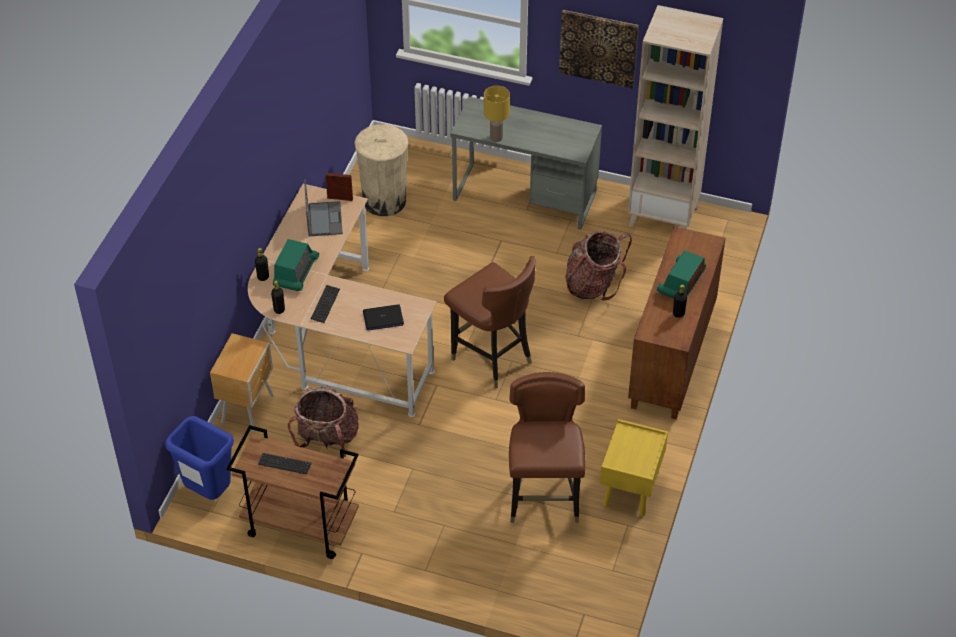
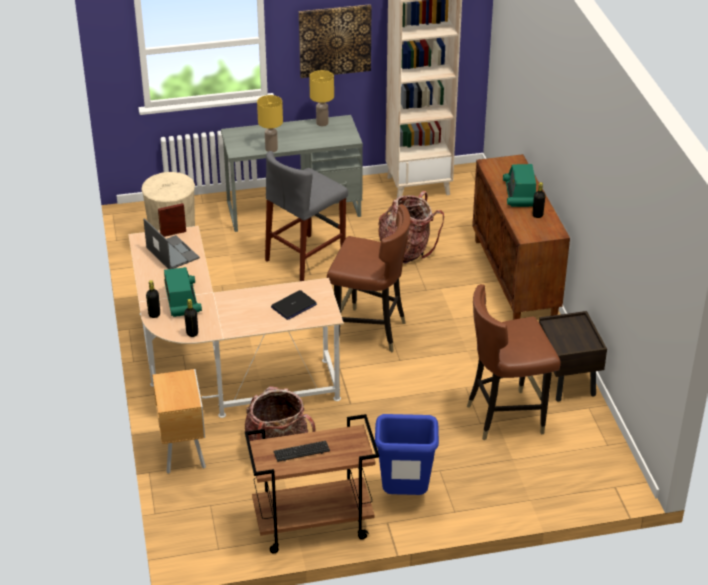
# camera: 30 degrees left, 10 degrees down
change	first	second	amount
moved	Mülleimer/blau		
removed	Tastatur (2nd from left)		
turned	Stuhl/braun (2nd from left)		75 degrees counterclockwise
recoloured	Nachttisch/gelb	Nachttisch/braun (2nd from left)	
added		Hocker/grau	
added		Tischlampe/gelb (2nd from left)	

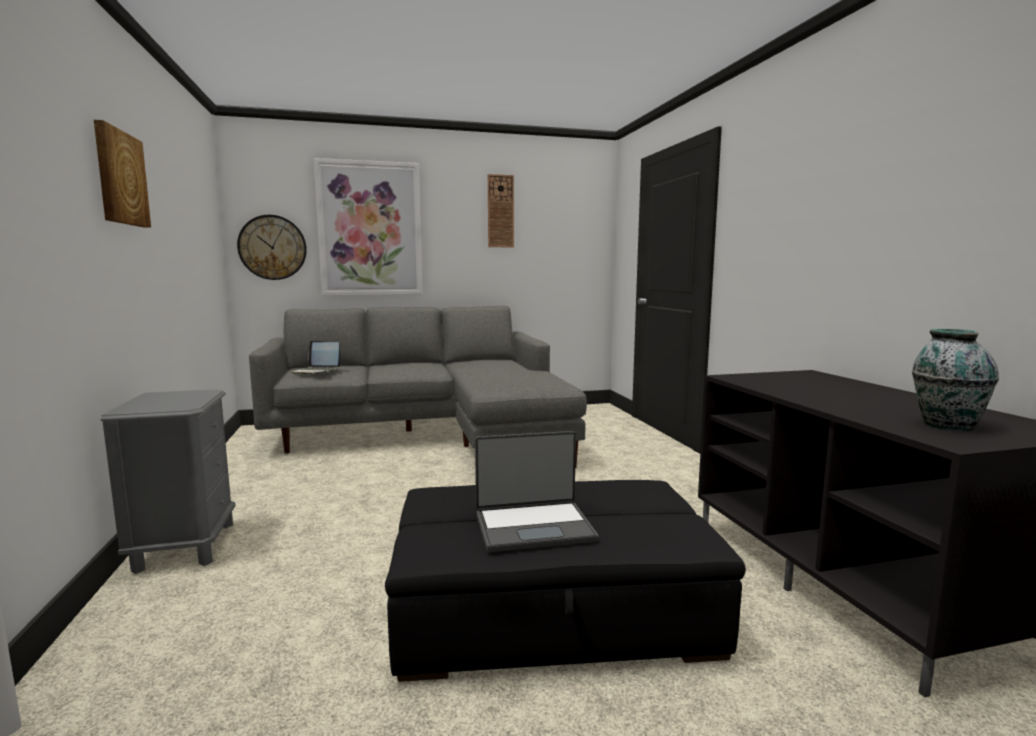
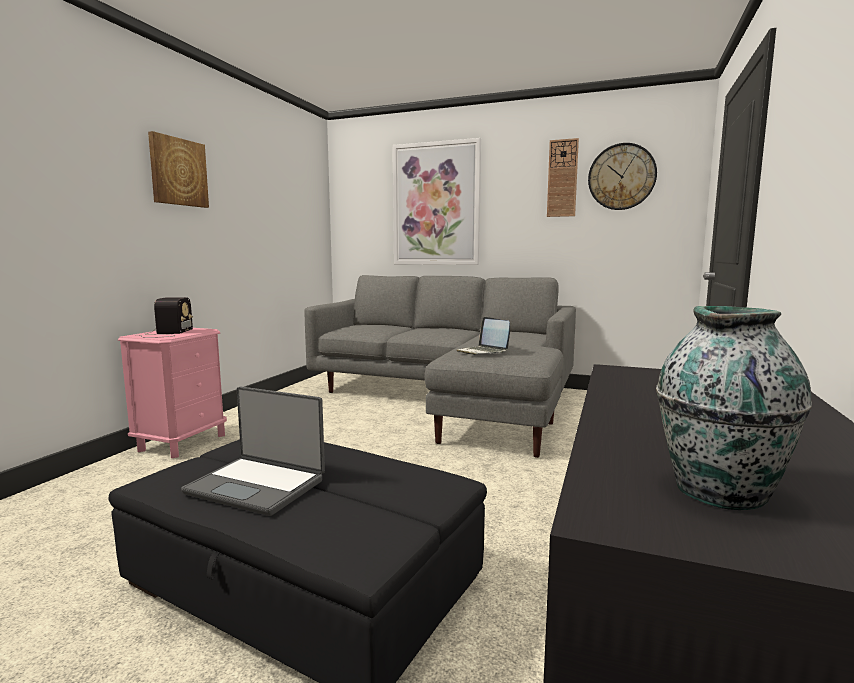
# camera: 35 degrees right, 0 degrees up
change	first	second	amount
recoloured	Nachttisch/grau	Nachttisch/rosa	
moved	Wanduhr (1st from left in the first image)	Wanduhr (2nd from left)	
moved	Laptop (1st from left in the first image)	Laptop (2nd from left)	
added		Radio	

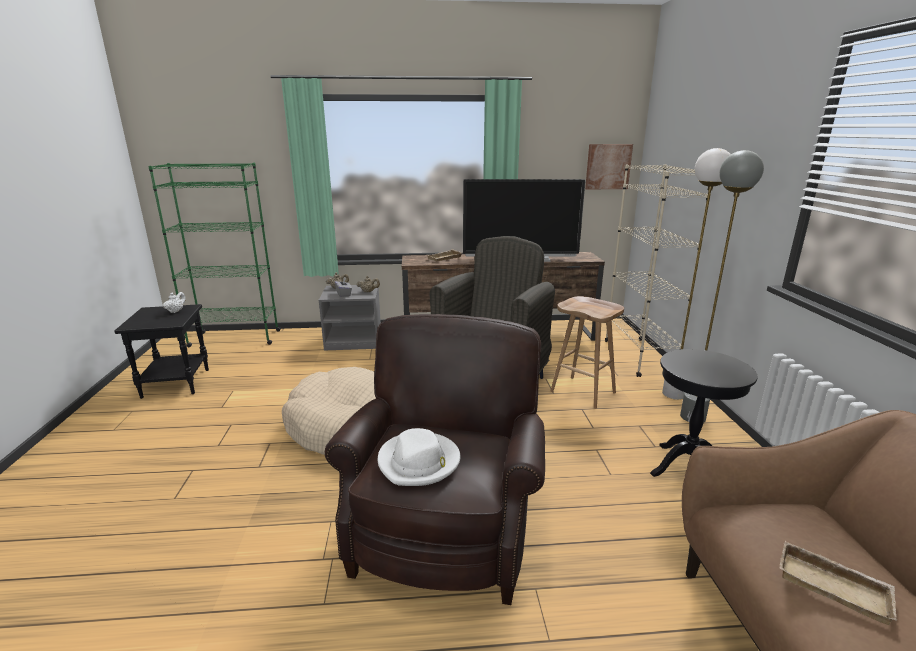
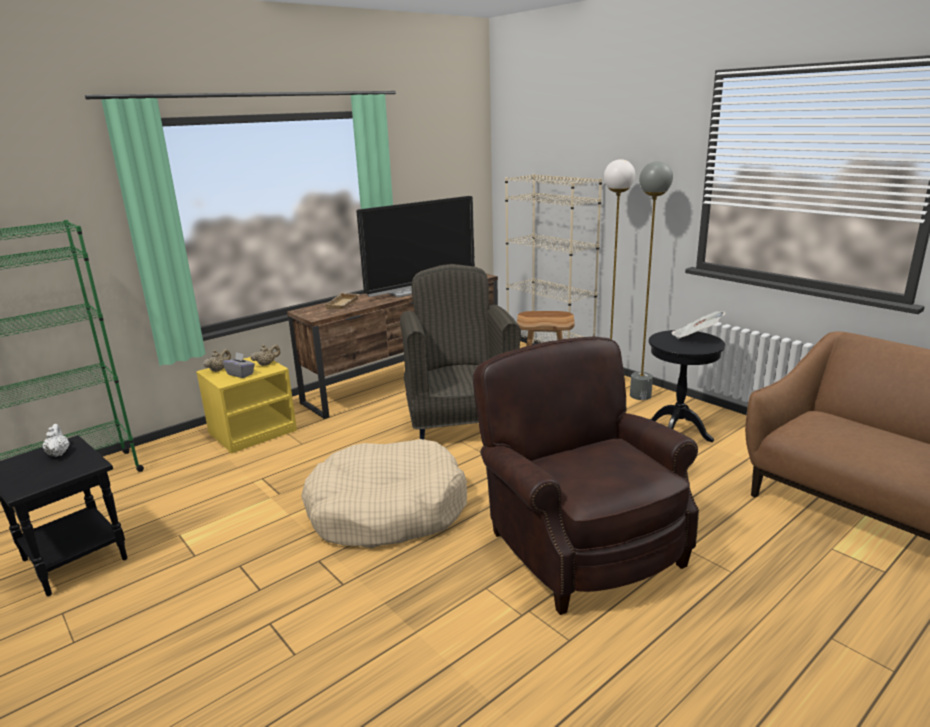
# camera: 35 degrees left, 0 degrees up
change	first	second	amount
recoloured	Nachttisch/grau	Nachttisch/gelb	
removed	Hut/weiß		
removed	Bild		
removed	Tablett/beige (2nd from left)		
added		Zeitung	

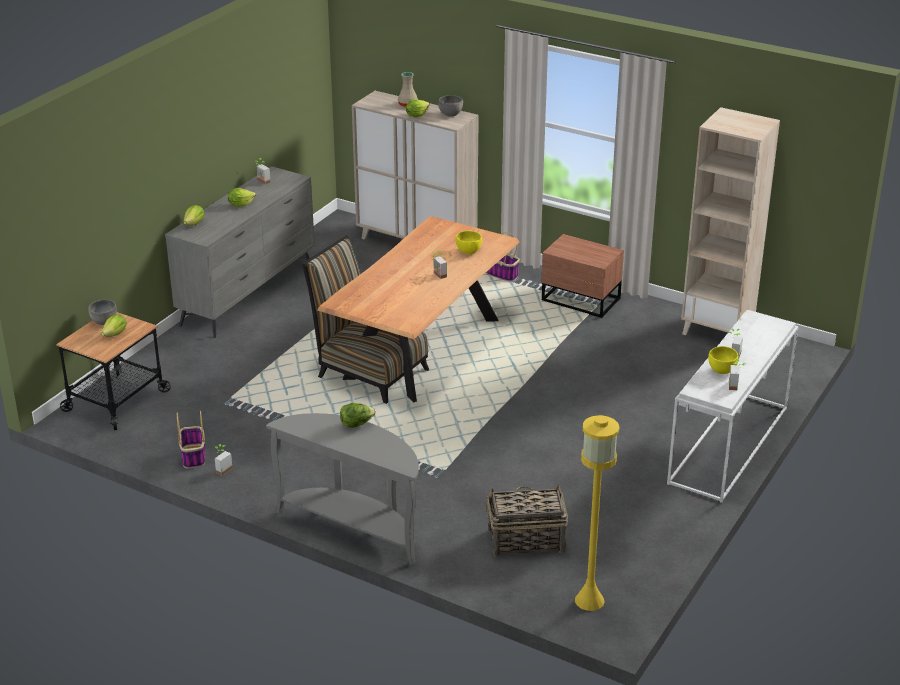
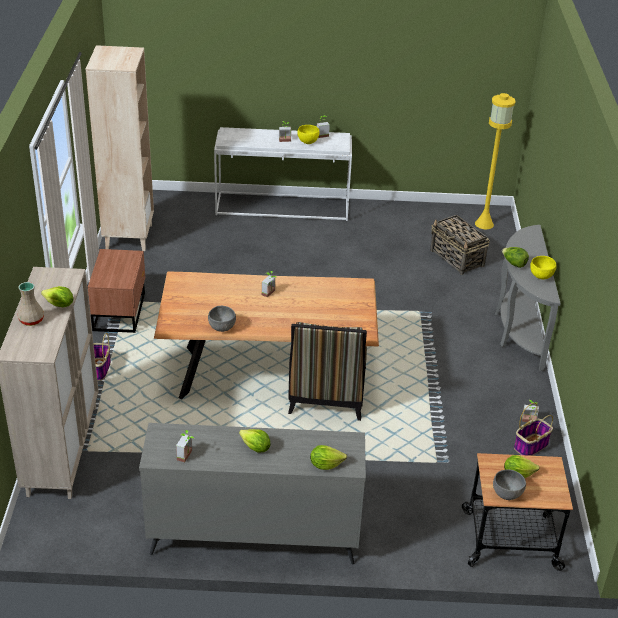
# camera: 120 degrees left, 5 degrees up
change	first	second	amount
moved	Schüssel/grau (2nd from left in the first image)	Schüssel/grau (1st from left)	
moved	Schüssel/gelb (1st from left in the first image)	Schüssel/gelb (2nd from left)	

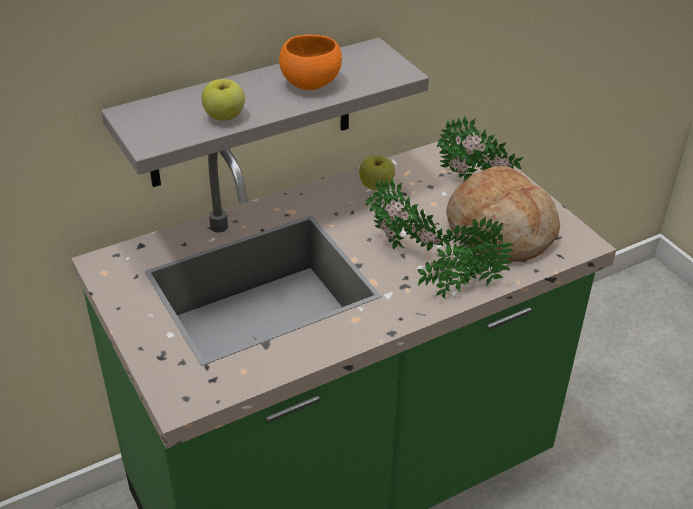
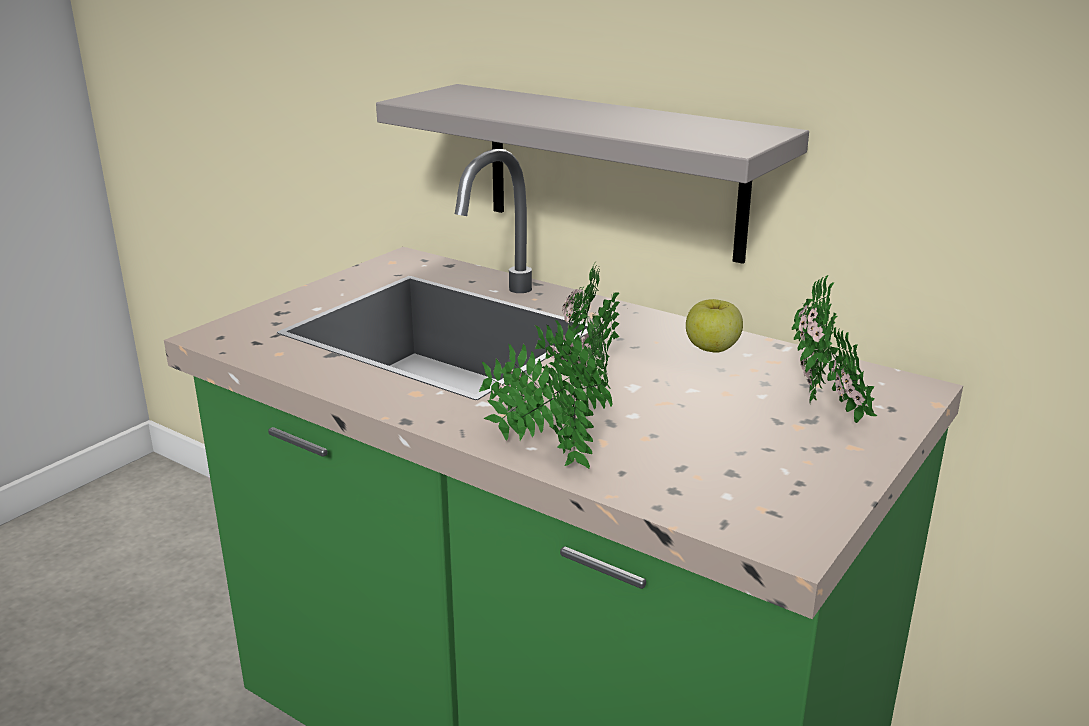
# camera: 65 degrees right, 15 degrees down
change	first	second	amount
removed	Apfel (1st from left)		
removed	Schüssel/orange		
removed	Brot		

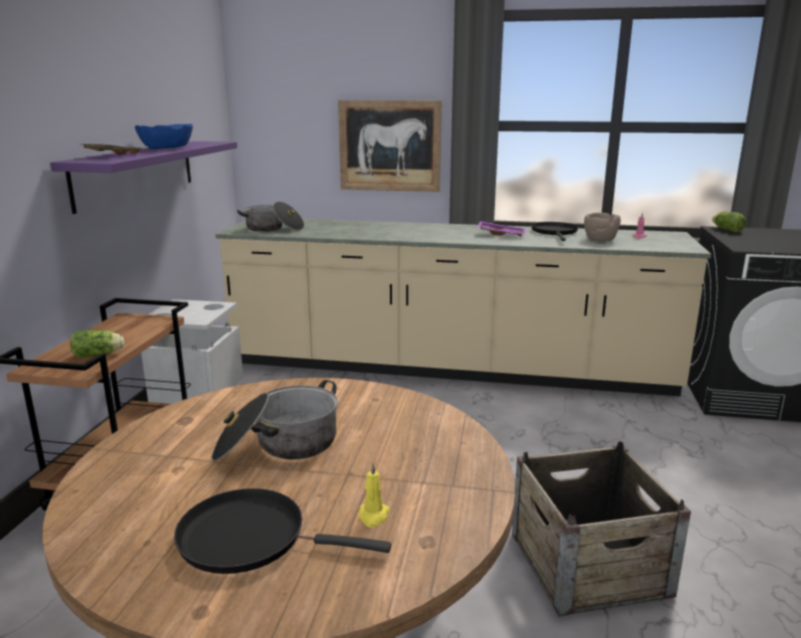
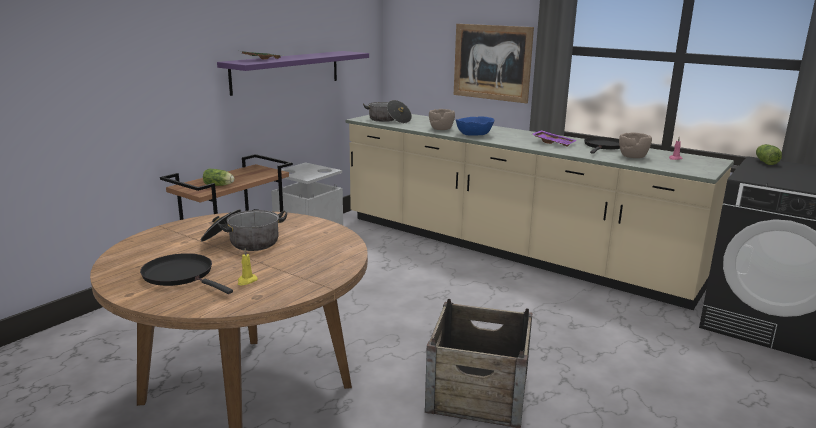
# camera: 25 degrees right, 0 degrees up
change	first	second	amount
moved	Schüssel/blau		
added		Schüssel/braun (1st from left)	

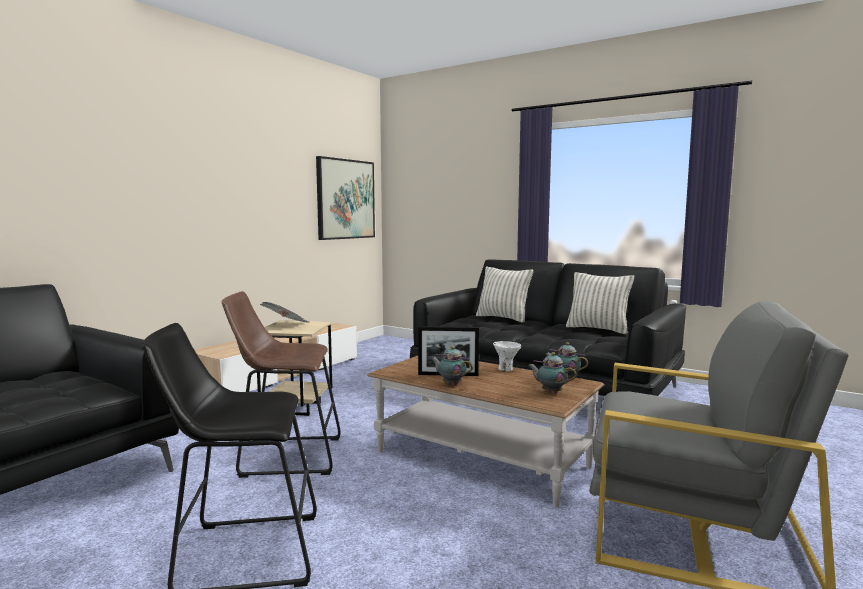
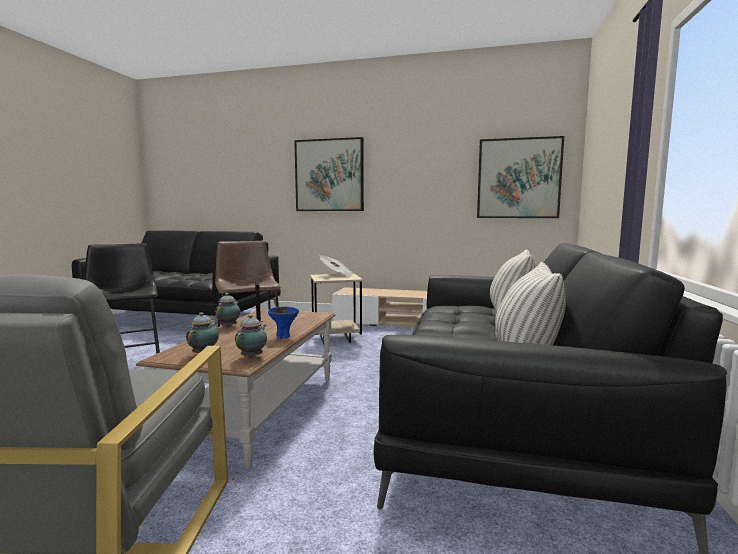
# camera: 70 degrees right, 0 degrees up
change	first	second	amount
recoloured	Schüssel/weiß	Schüssel/blau	
added		Bild (1st from left)	

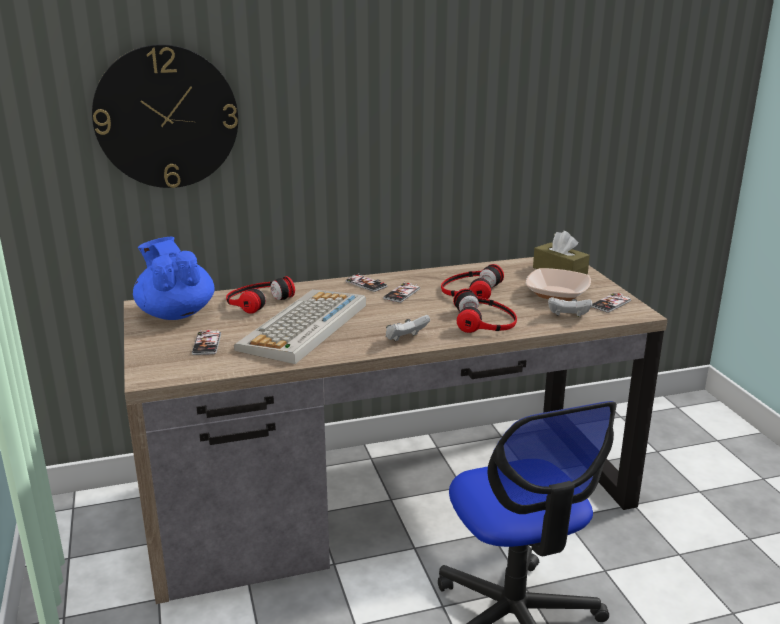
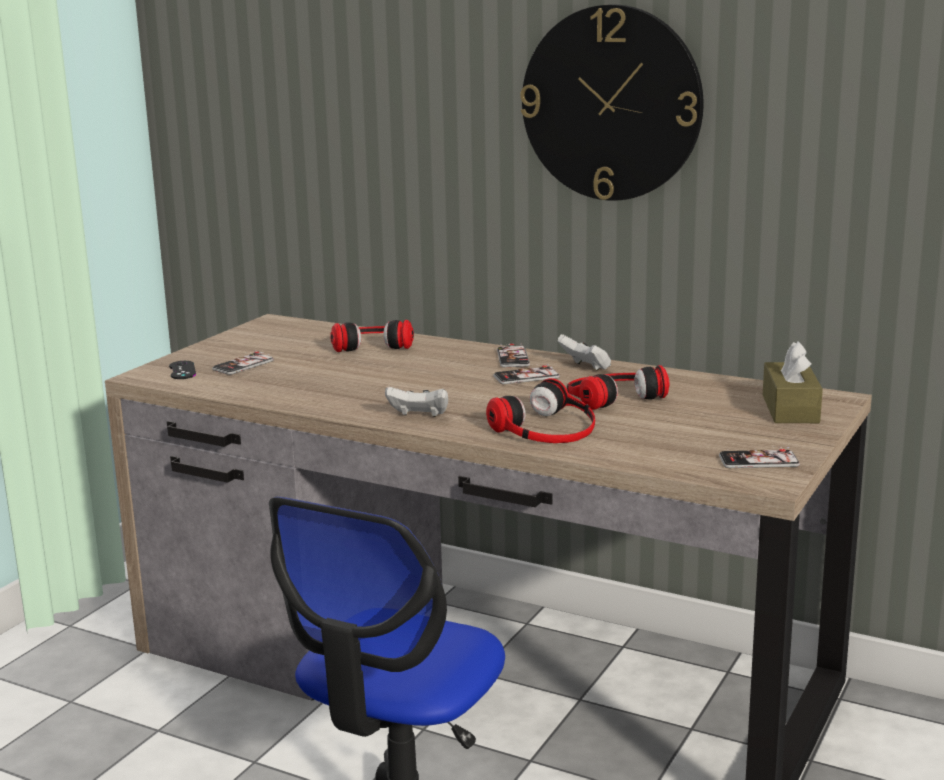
# camera: 45 degrees right, 5 degrees down
change	first	second	amount
moved	Wanduhr		
removed	Teekanne/blau		
removed	Tastatur		
removed	Schüssel		
moved	Gamepad/weiß (2nd from left)		
added		Gamepad/schwarz	

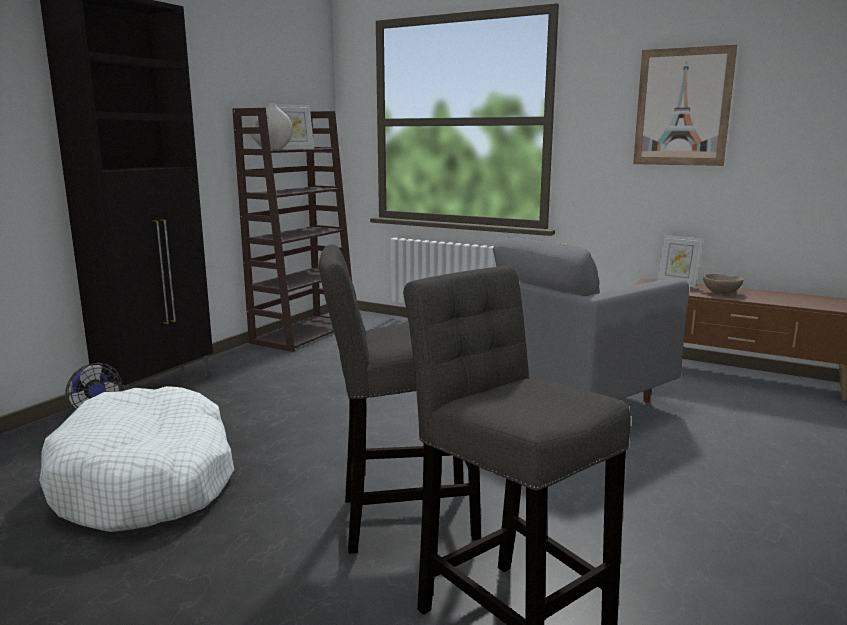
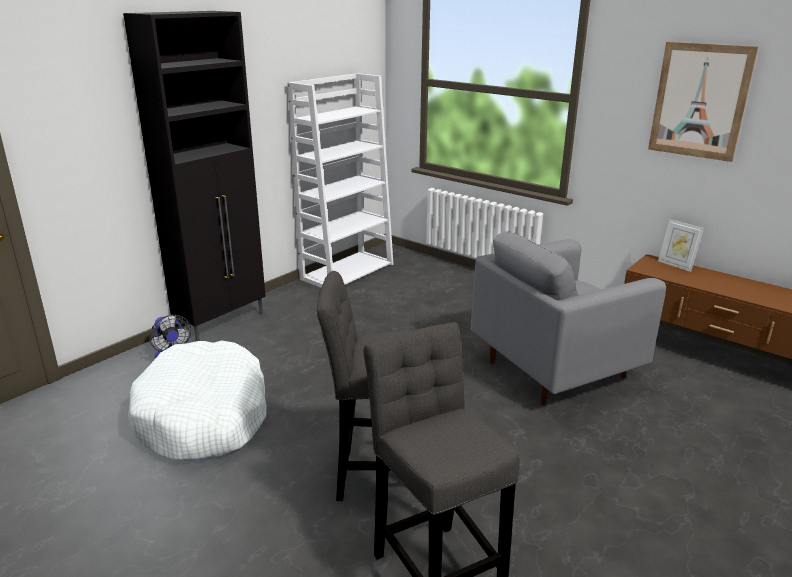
# camera: 10 degrees right, 10 degrees up
change	first	second	amount
recoloured	Bücherregal/braun	Bücherregal/weiß	
removed	Vase/weiß		
removed	Bilderrahmen (1st from left)		
removed	Schüssel/beige		

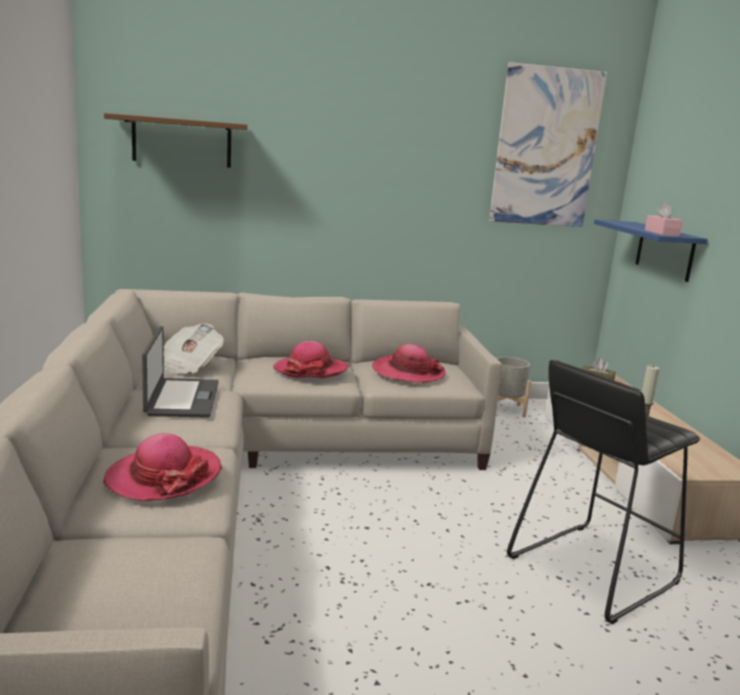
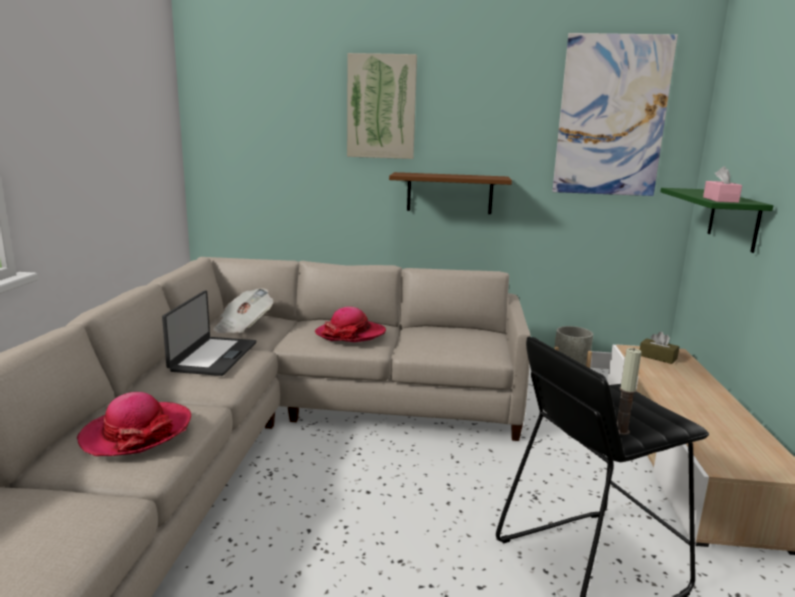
# camera: 15 degrees right, 0 degrees up
change	first	second	amount
moved	Wandregal/braun		
removed	Hut (3rd from left)		
recoloured	Wandregal/blau	Wandregal/grün	
added		Bild (1st from left)	

